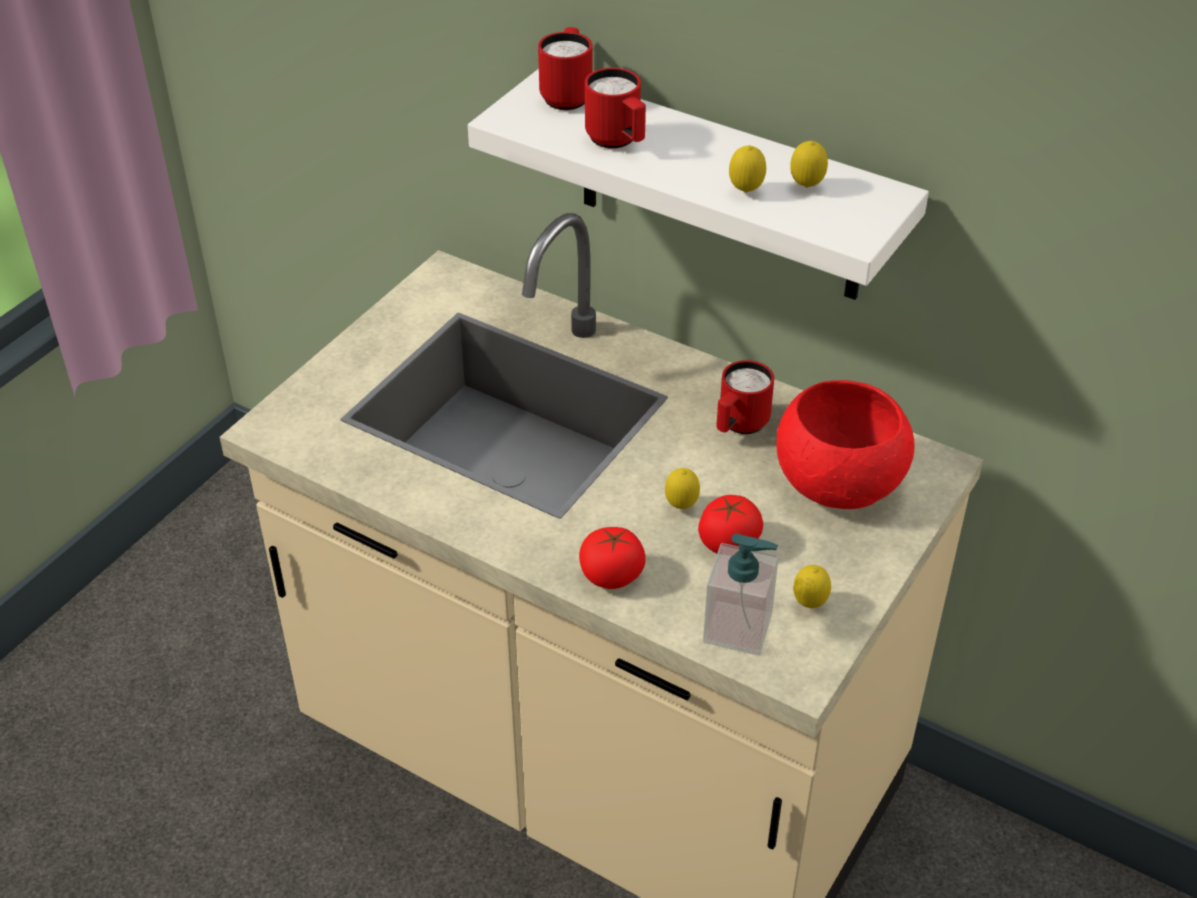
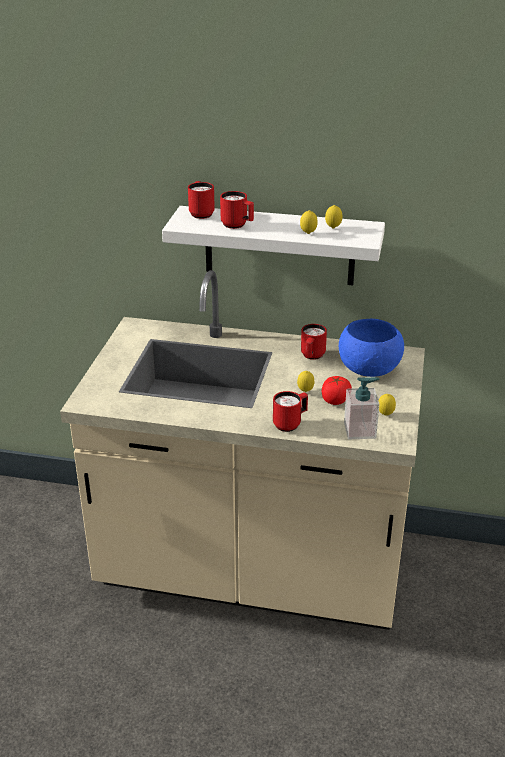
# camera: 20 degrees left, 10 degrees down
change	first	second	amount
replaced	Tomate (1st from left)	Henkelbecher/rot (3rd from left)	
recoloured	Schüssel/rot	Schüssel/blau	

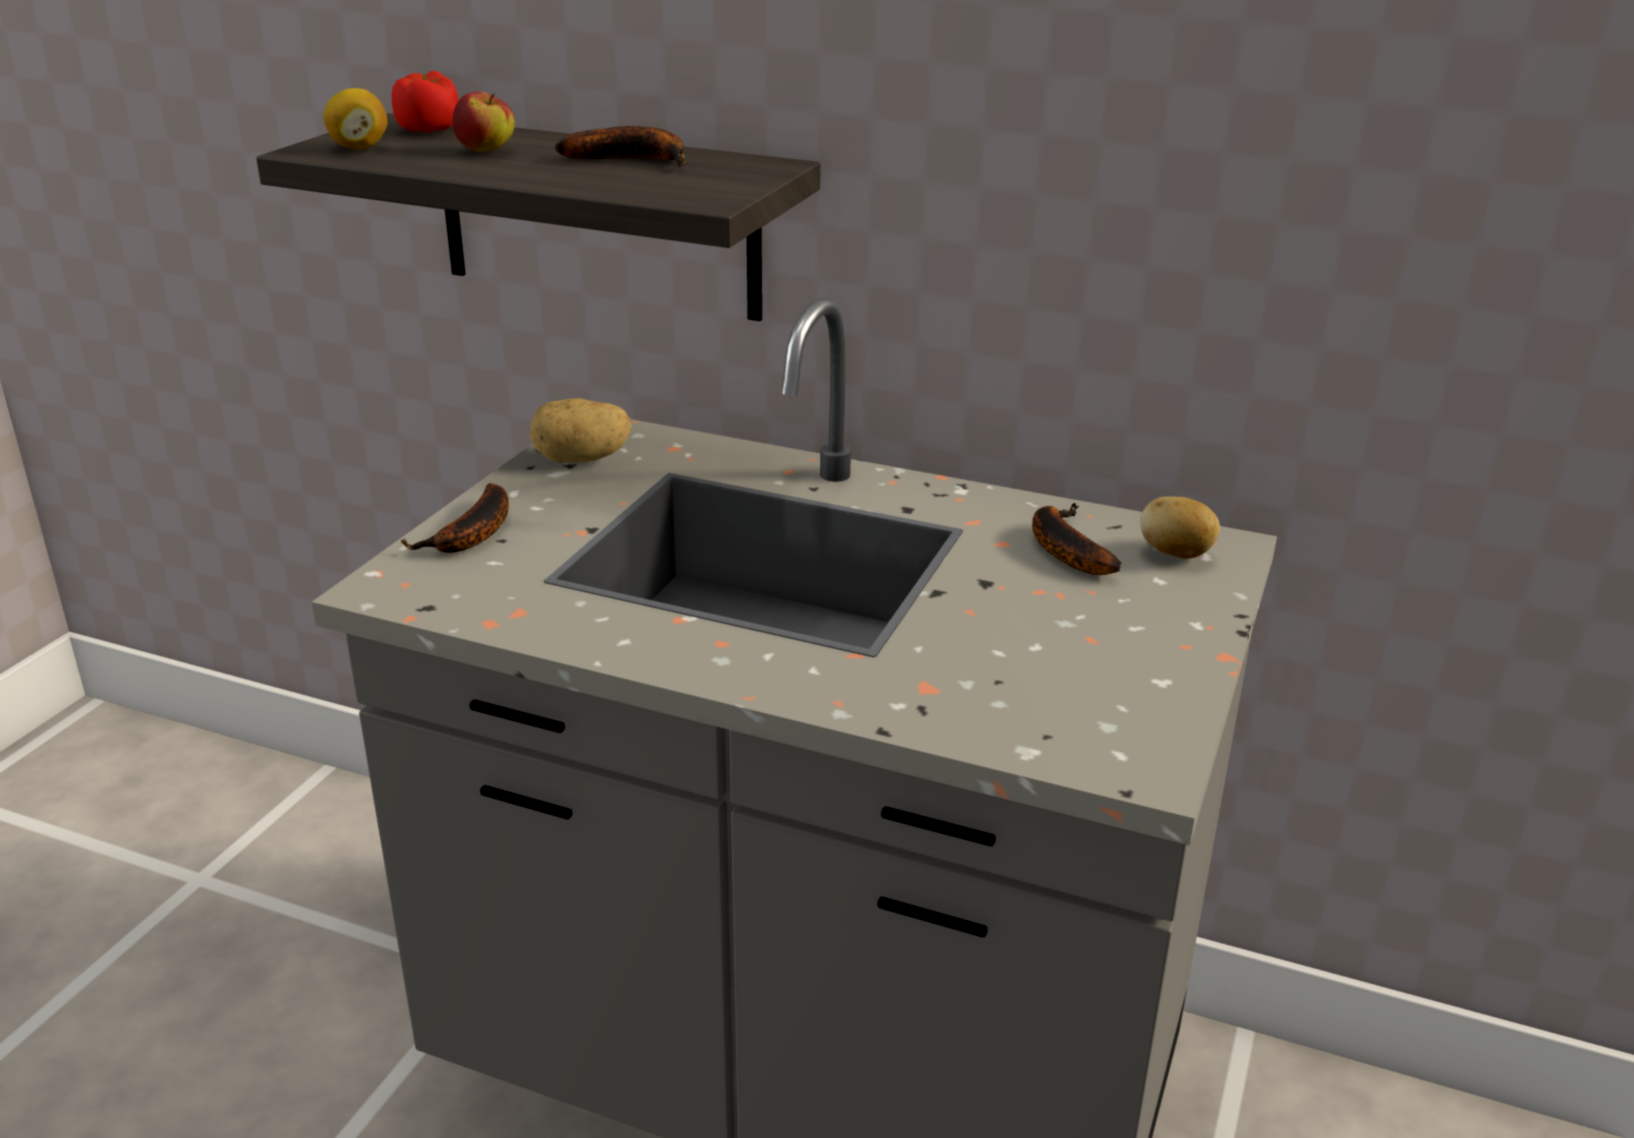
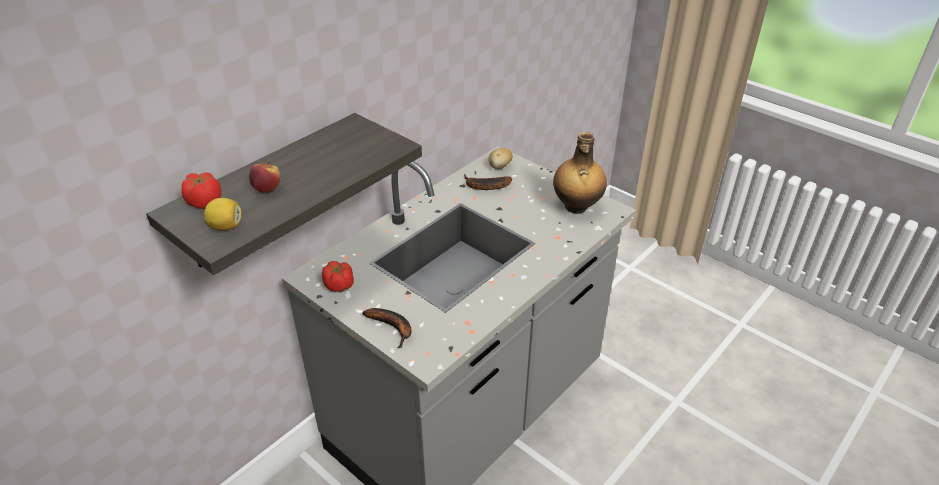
# camera: 70 degrees left, 10 degrees up
change	first	second	amount
replaced	Kartoffel (1st from left)	Tomate (2nd from left)	
removed	Banane (2nd from left)		
added		Flasche	

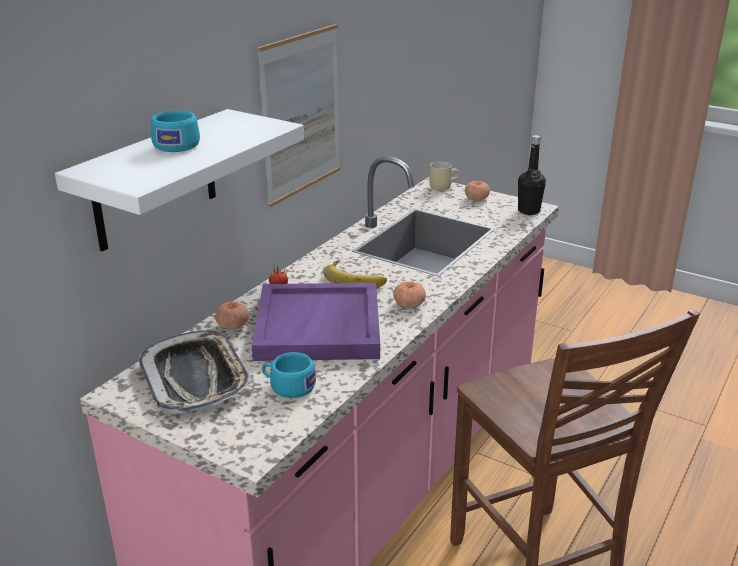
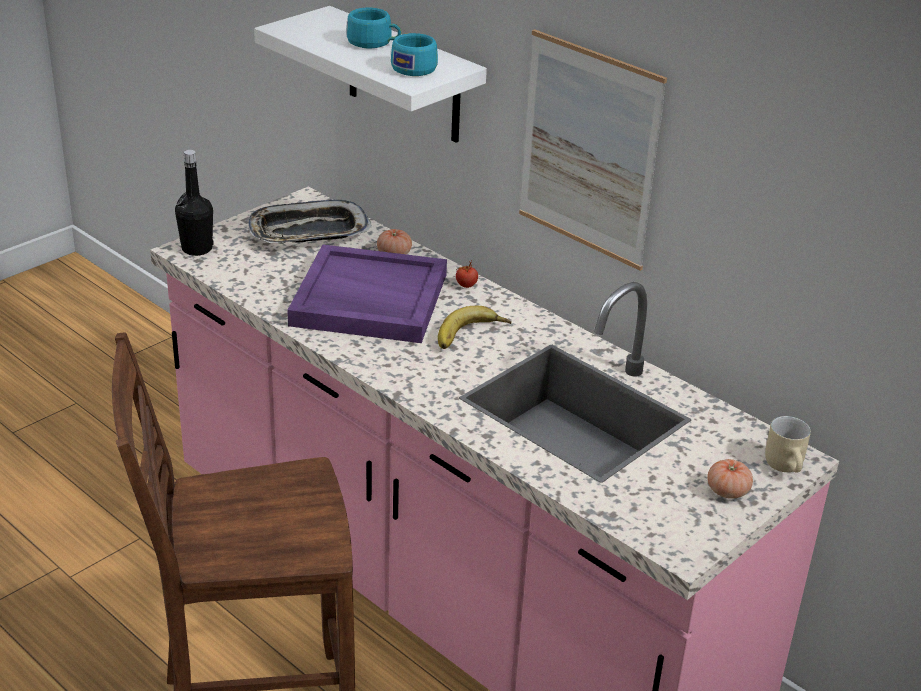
# camera: 100 degrees right, 5 degrees up
change	first	second	amount
moved	Tasse/türkis (2nd from left)		
removed	Tomate (3rd from left)		
moved	Flasche/schwarz		

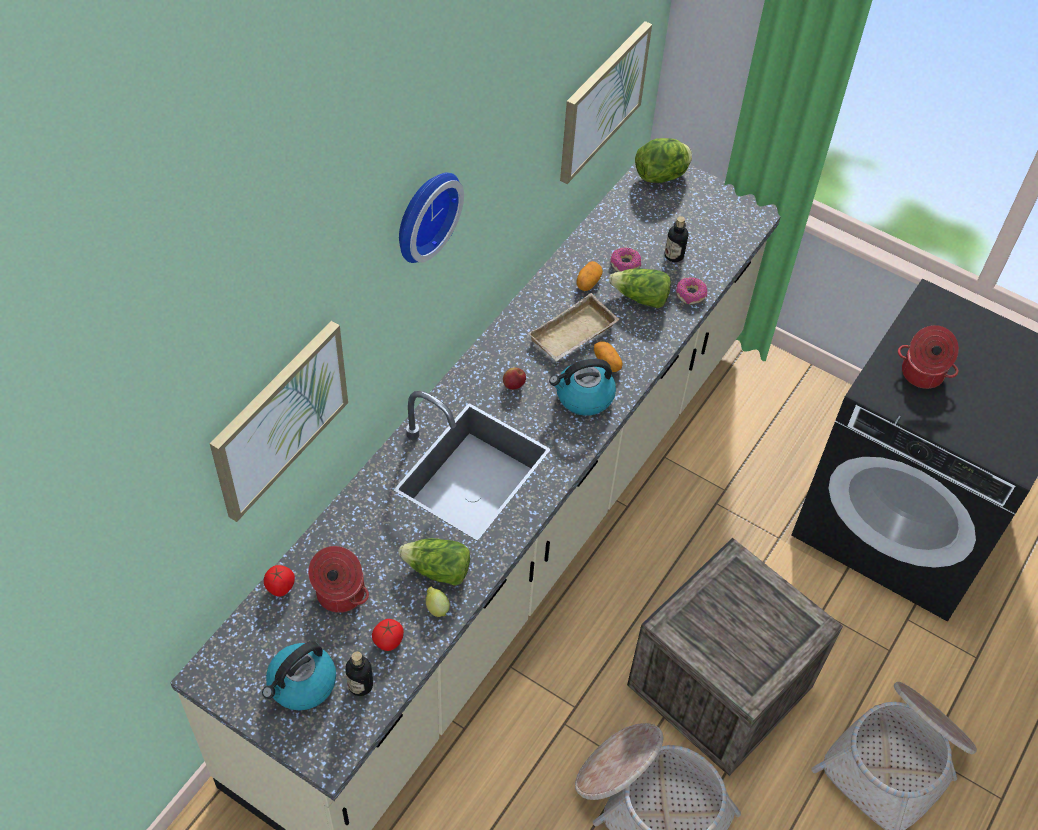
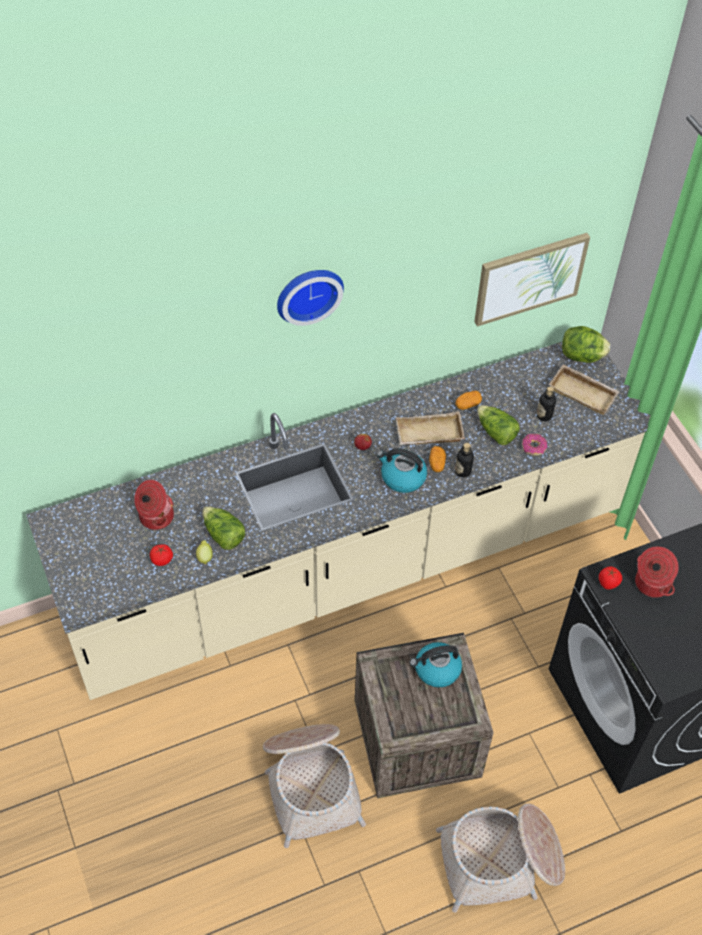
# camera: 35 degrees right, 0 degrees up
change	first	second	amount
removed	Bild (1st from left)		
moved	Wasserkessel (1st from left in the first image)	Wasserkessel (2nd from left)	
moved	Tomate (1st from left in the first image)	Tomate (2nd from left)	
moved	Flasche (1st from left)		
removed	Donut (1st from left)		
added		Tablett/beige (2nd from left)	

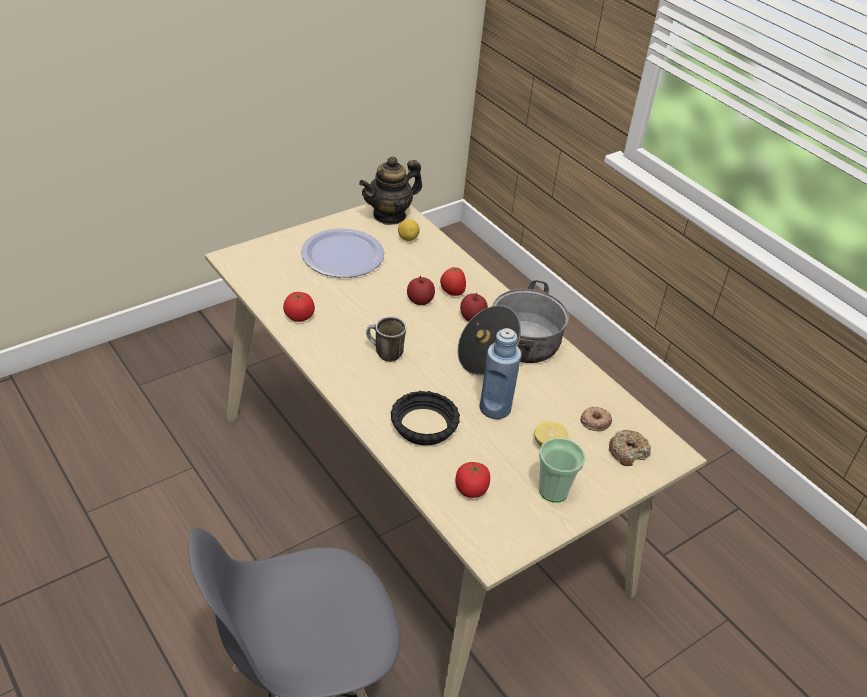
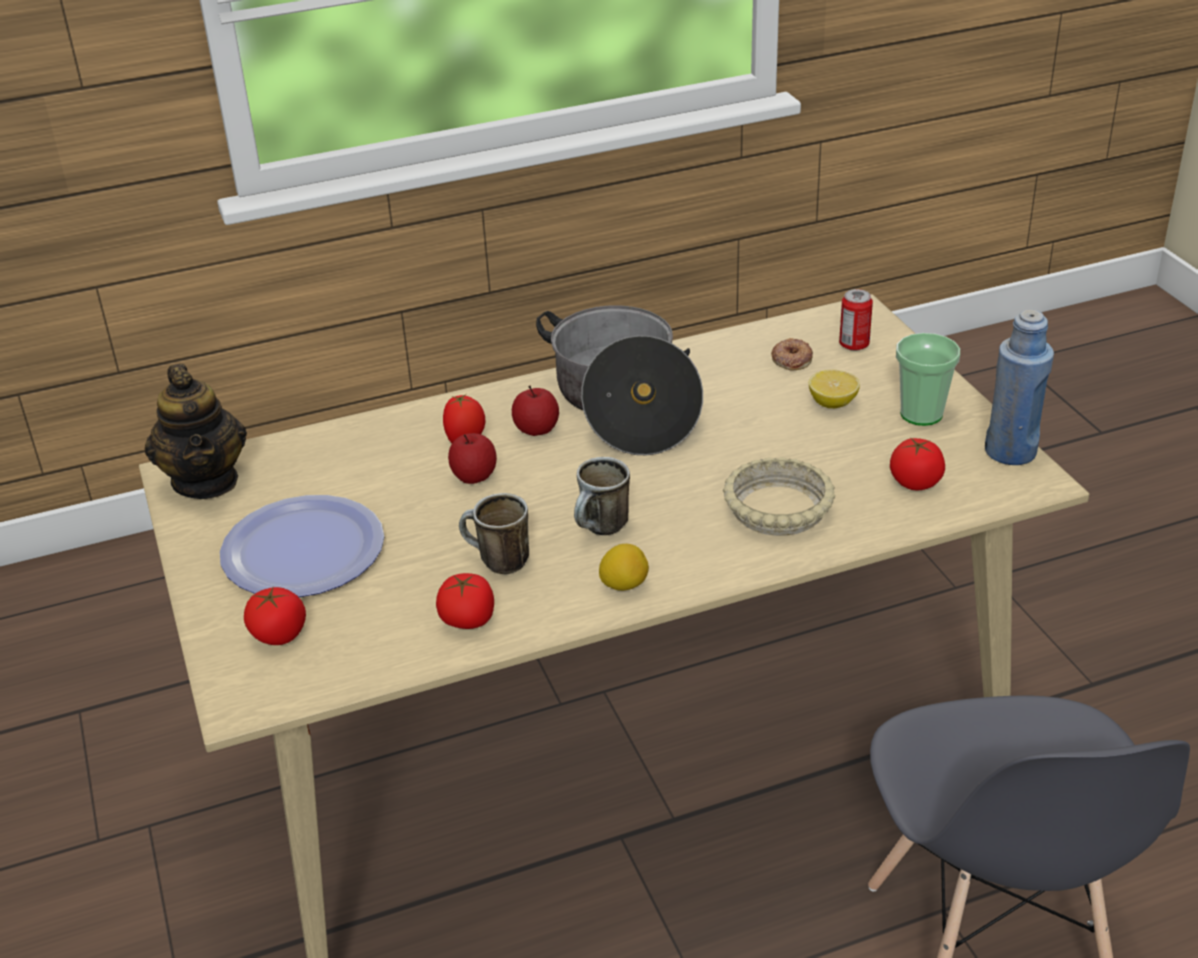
# camera: 70 degrees left, 5 degrees down
change	first	second	amount
recoloured	Schüssel/schwarz	Schüssel/beige	
moved	Zitrone (1st from left)		
moved	Flasche/blau		
replaced	Donut (2nd from left)	Dose	
added		Tomate (1st from left)	
added		Henkelbecher (1st from left)	

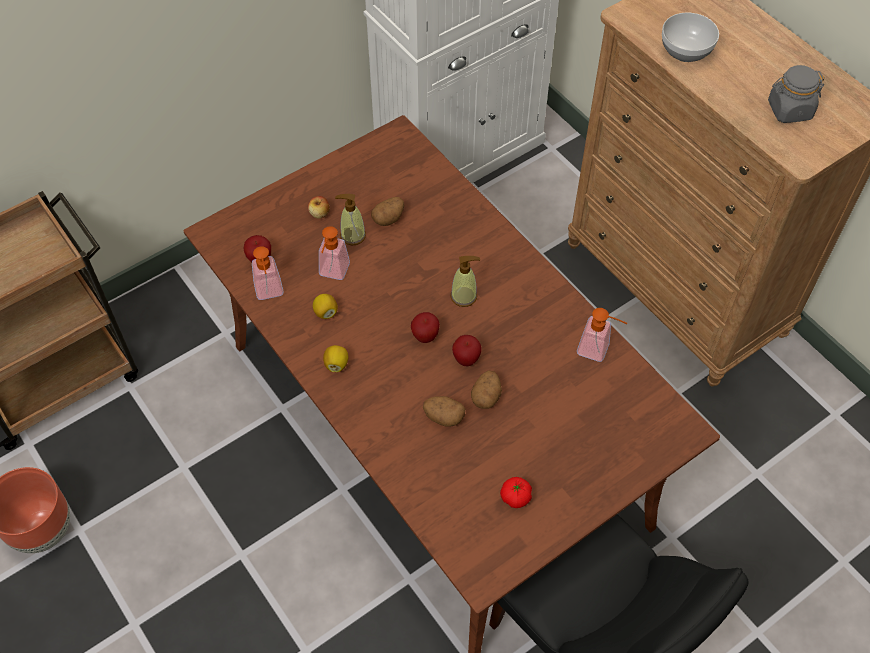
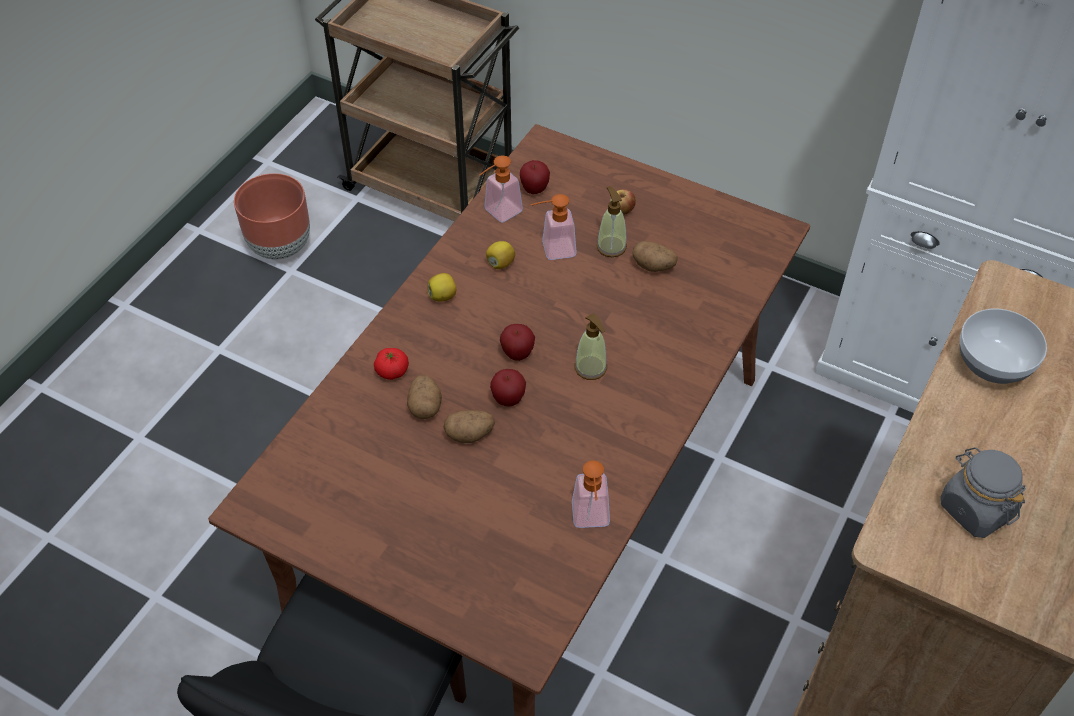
# camera: 65 degrees right, 5 degrees down
change	first	second	amount
moved	Tomate		

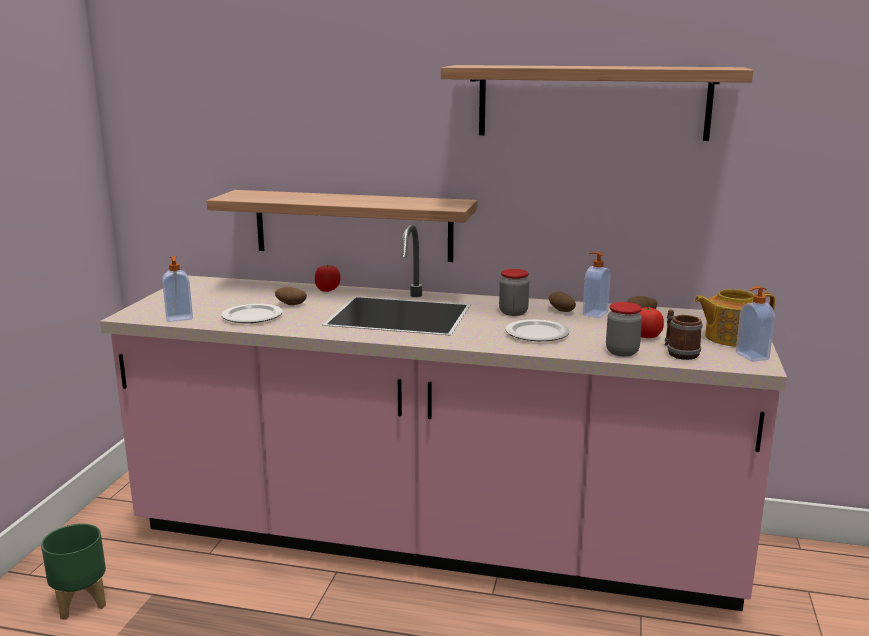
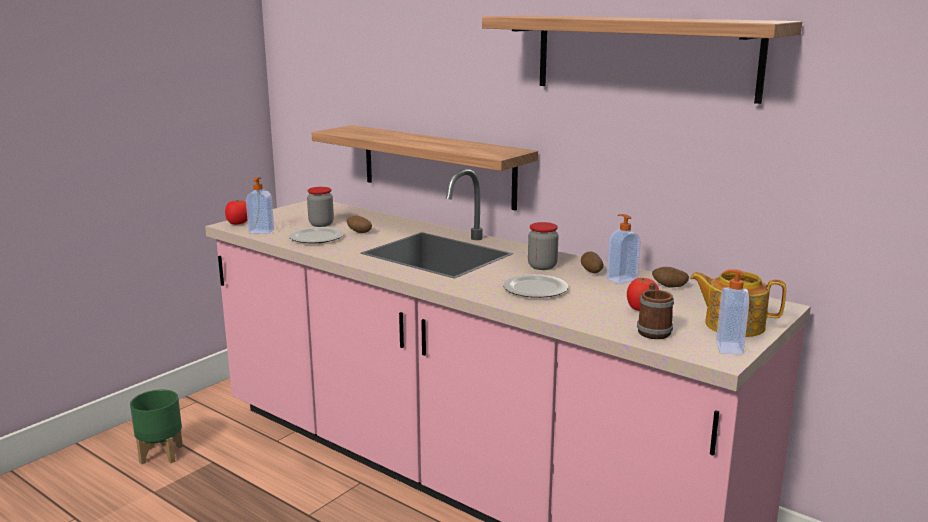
# camera: 25 degrees right, 0 degrees up
change	first	second	amount
moved	Tomate (1st from left)		
moved	Vorratsglas (2nd from left in the first image)	Vorratsglas (1st from left)	

